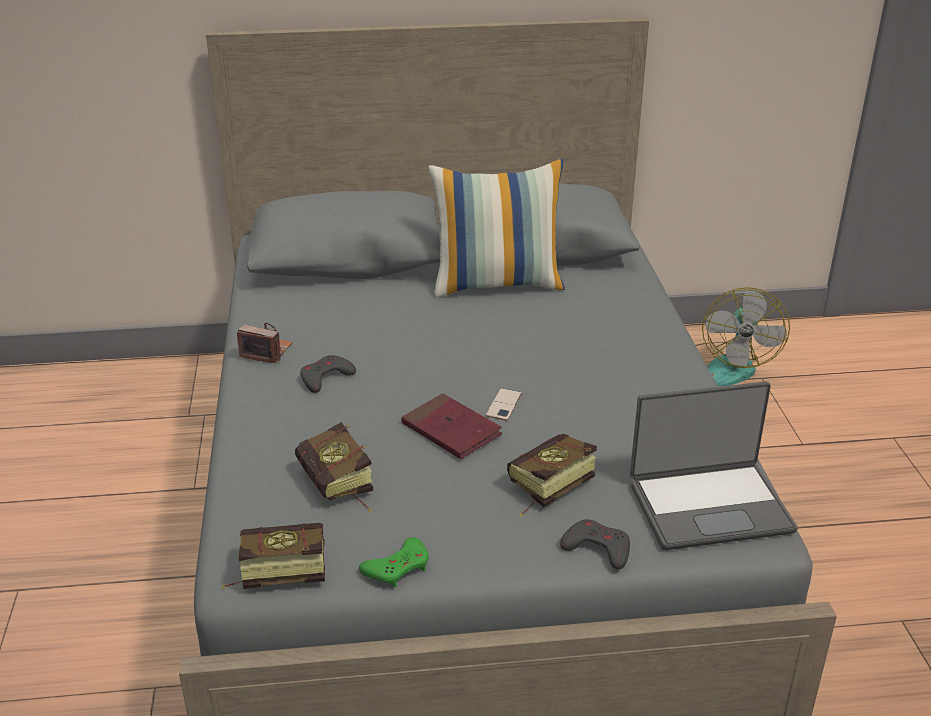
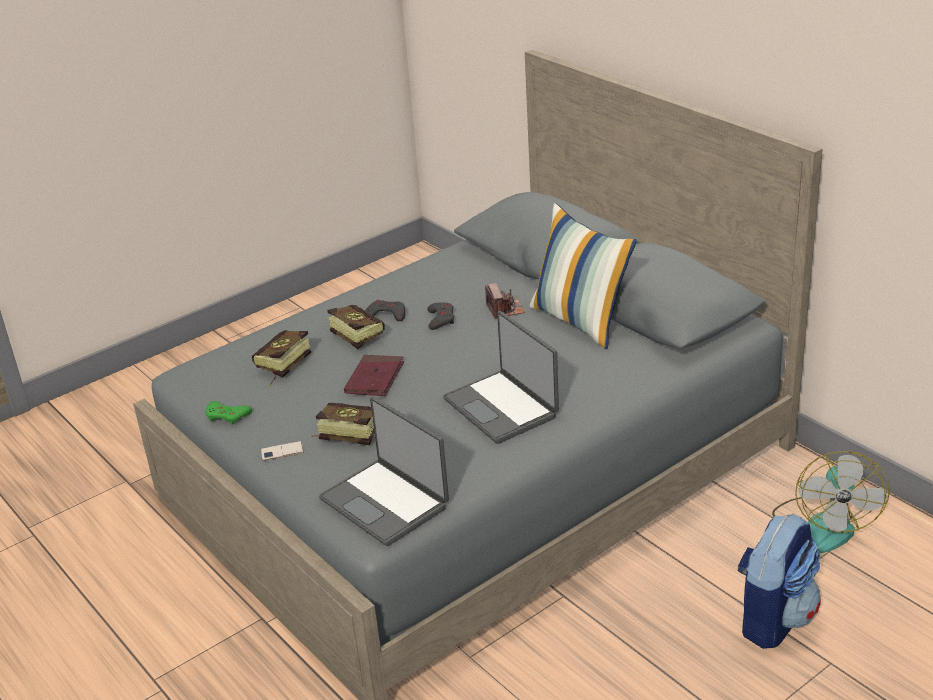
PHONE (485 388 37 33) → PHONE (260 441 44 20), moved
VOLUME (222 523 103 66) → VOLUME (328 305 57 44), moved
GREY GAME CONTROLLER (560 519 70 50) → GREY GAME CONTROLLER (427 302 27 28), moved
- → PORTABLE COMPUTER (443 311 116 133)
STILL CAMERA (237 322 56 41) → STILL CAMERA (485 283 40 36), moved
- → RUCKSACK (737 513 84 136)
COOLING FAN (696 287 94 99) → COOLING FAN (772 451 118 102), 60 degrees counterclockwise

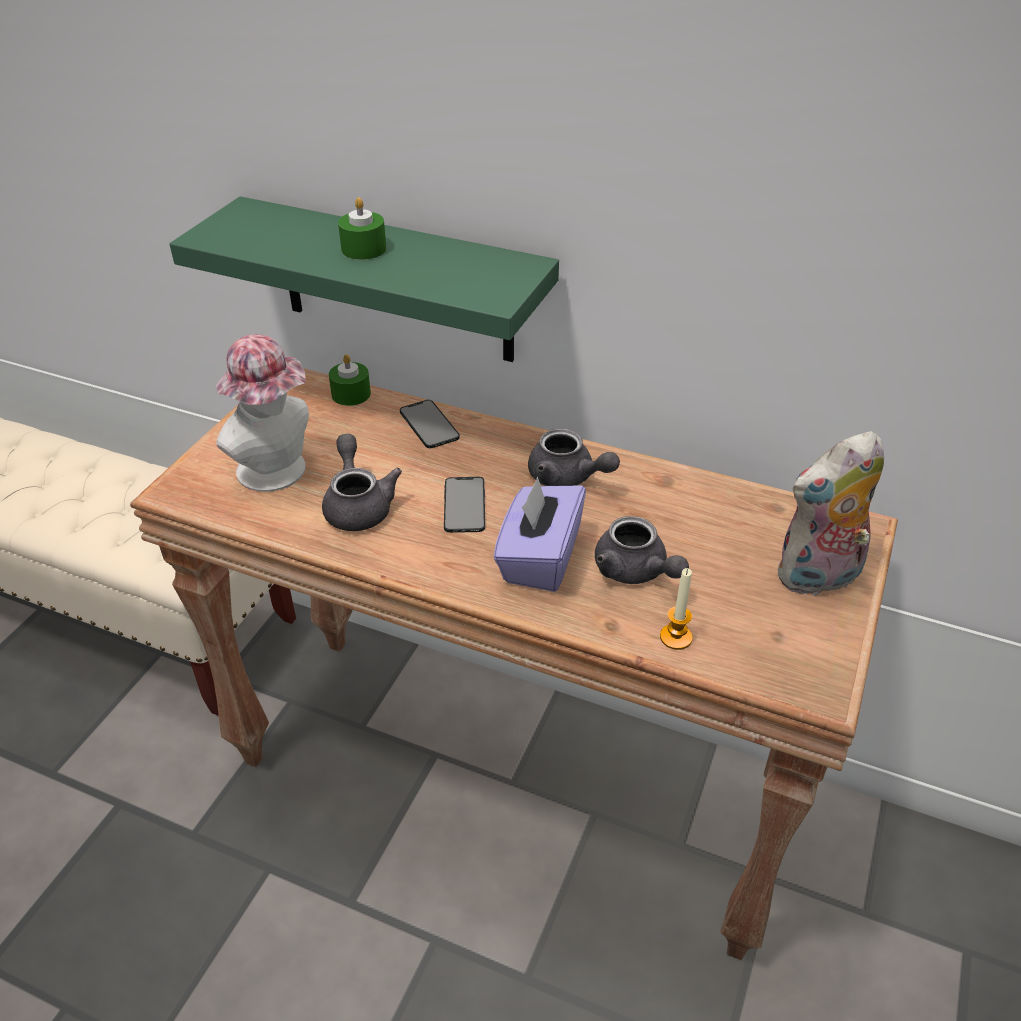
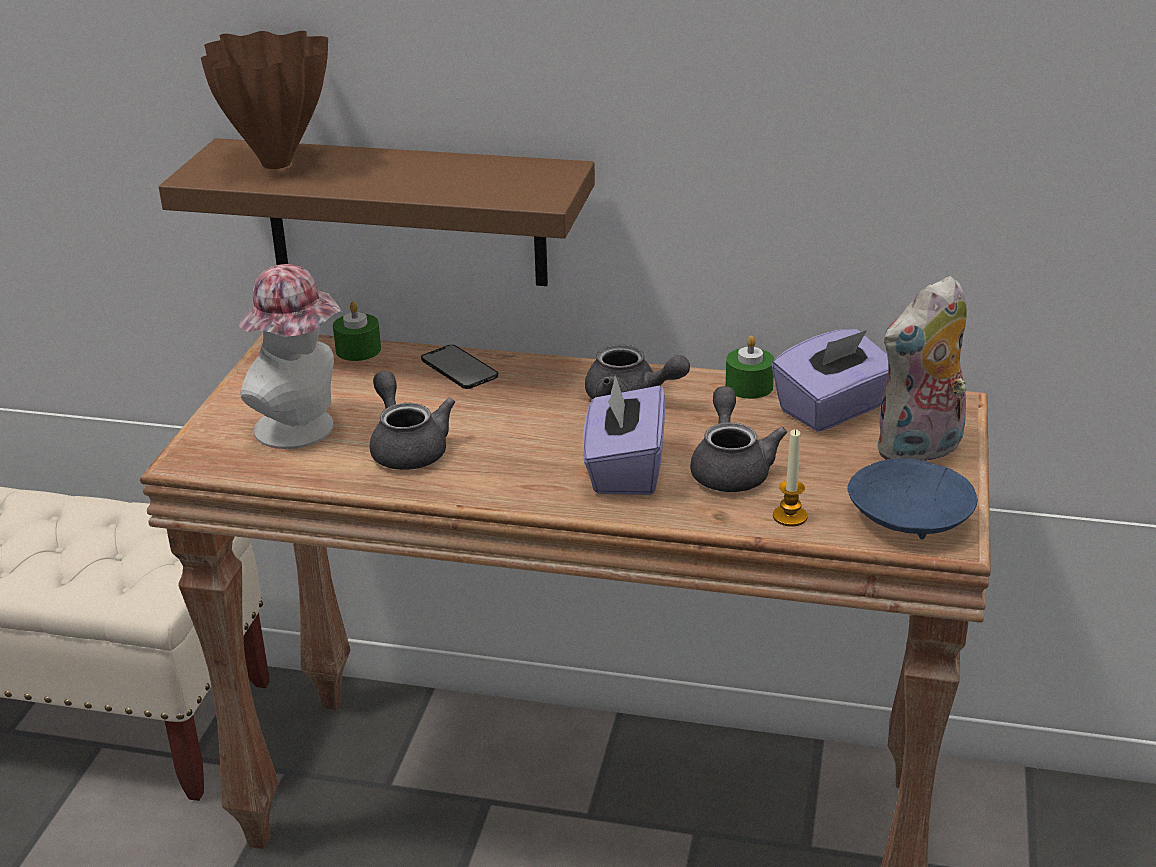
GREEN BRACKET SHELF (170 196 389 166) → BROWN BRACKET SHELF (159 138 436 148)
- → BROWN VASE (201 31 127 138)
GREY TEA POT (595 516 94 68) → GREY TEA POT (690 386 97 106), 135 degrees counterclockwise
GREEN WAX CANDLE (338 197 48 63) → GREEN WAX CANDLE (725 336 49 63), moved
- → PURPLE TISSUE BOX (772 329 117 103)
- → BLUE SERVING BOWL (848 459 130 81)
PHONE (444 477 41 56) → -

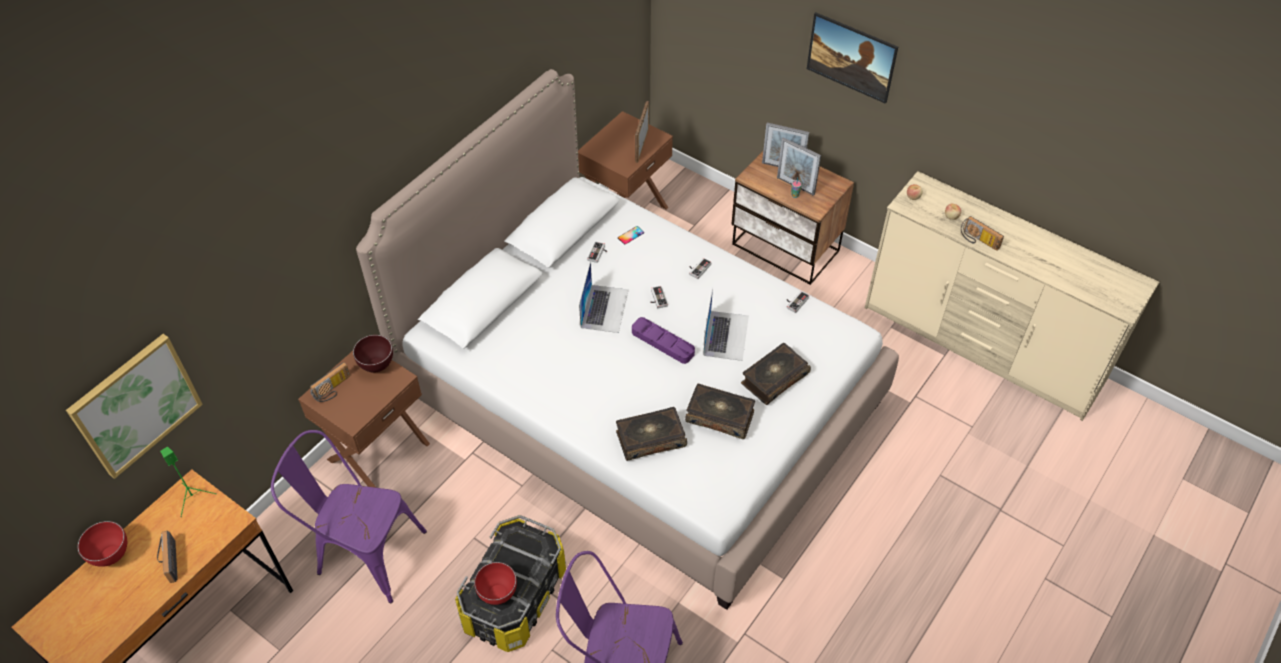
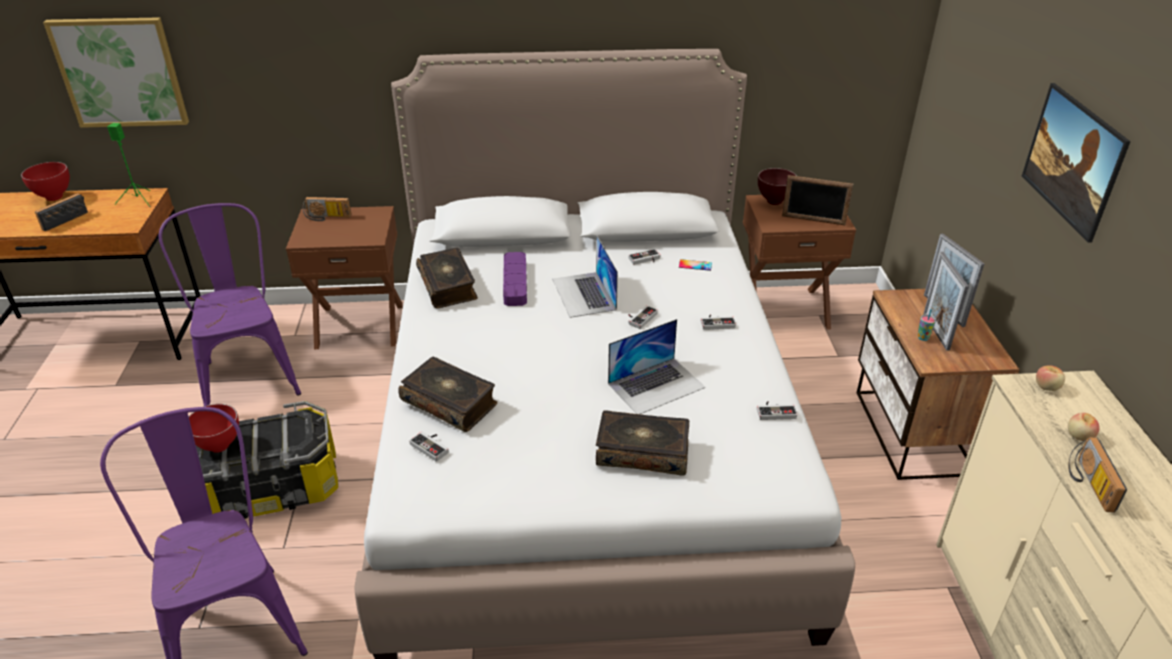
- → GAME CONTROLLER (409 432 40 30)
VOLUME (685 384 70 55) → VOLUME (416 248 62 60), moved
PURPLE SERVING TRAY (632 317 63 47) → PURPLE SERVING TRAY (503 252 24 54), moved
PORTABLE COMPUTER (579 261 49 72) → PORTABLE COMPUTER (552 236 66 82), 105 degrees clockwise
BROWN SERVING BOWL (353 335 40 37) → BROWN SERVING BOWL (758 168 39 37), moved
PICTURE FRAME (635 101 14 62) → PICTURE FRAME (782 175 71 50), 135 degrees counterclockwise

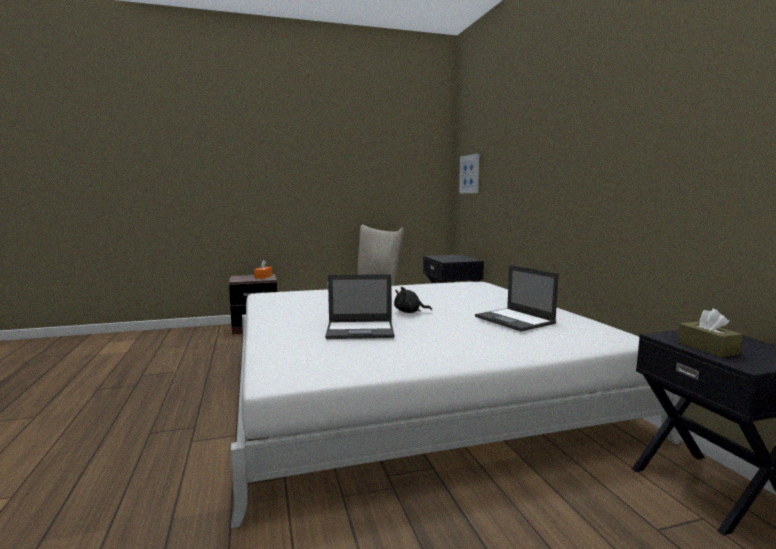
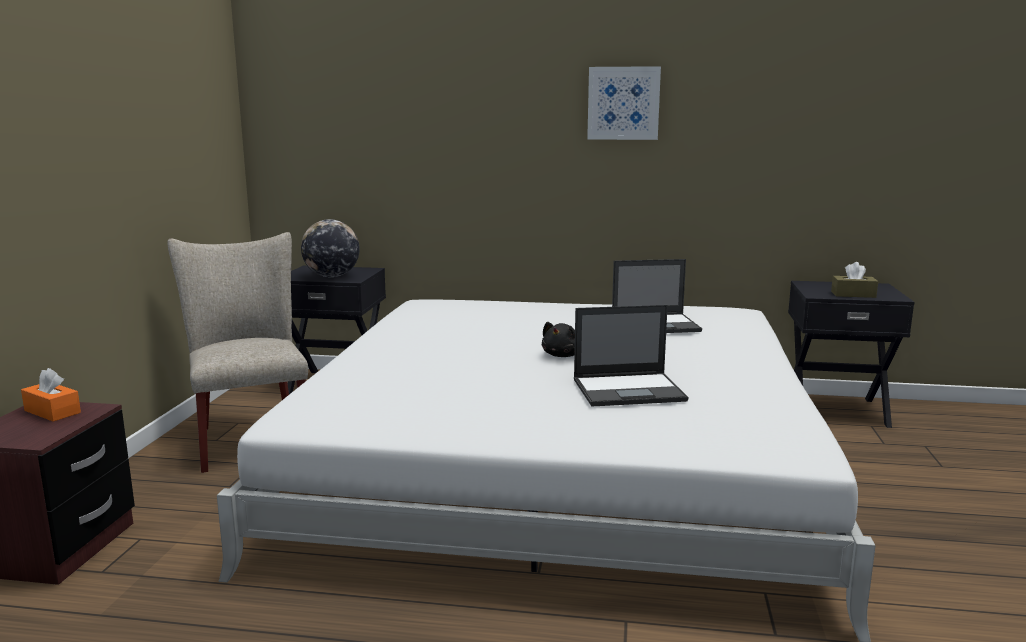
- → GLOBE (301 219 59 58)
PORTABLE COMPUTER (325 274 69 65) → PORTABLE COMPUTER (574 305 114 101), 60 degrees clockwise
PICTURE (459 154 20 39) → PICTURE (587 66 74 74), moved

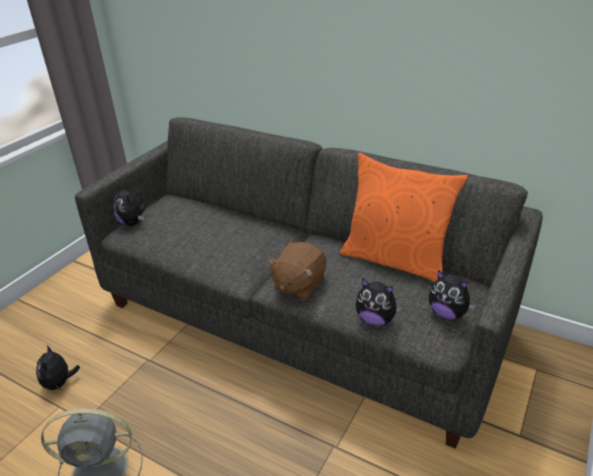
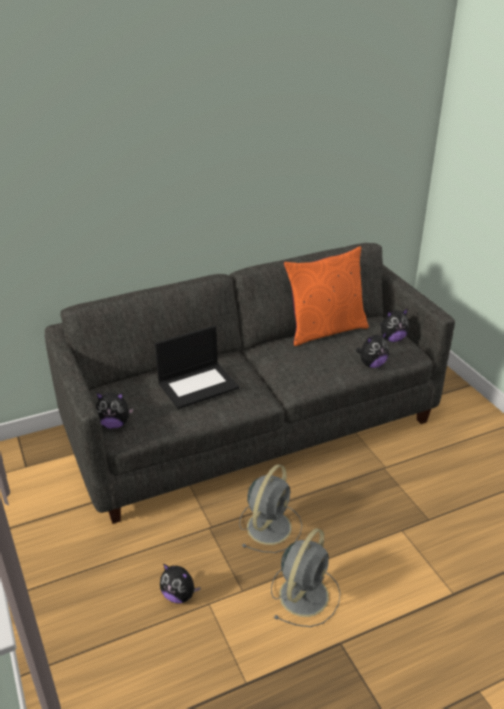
- → PORTABLE COMPUTER (155 325 84 84)
- → GREY COOLING FAN (239 464 63 89)
BROWN SOFT TOY (268 242 59 58) → -

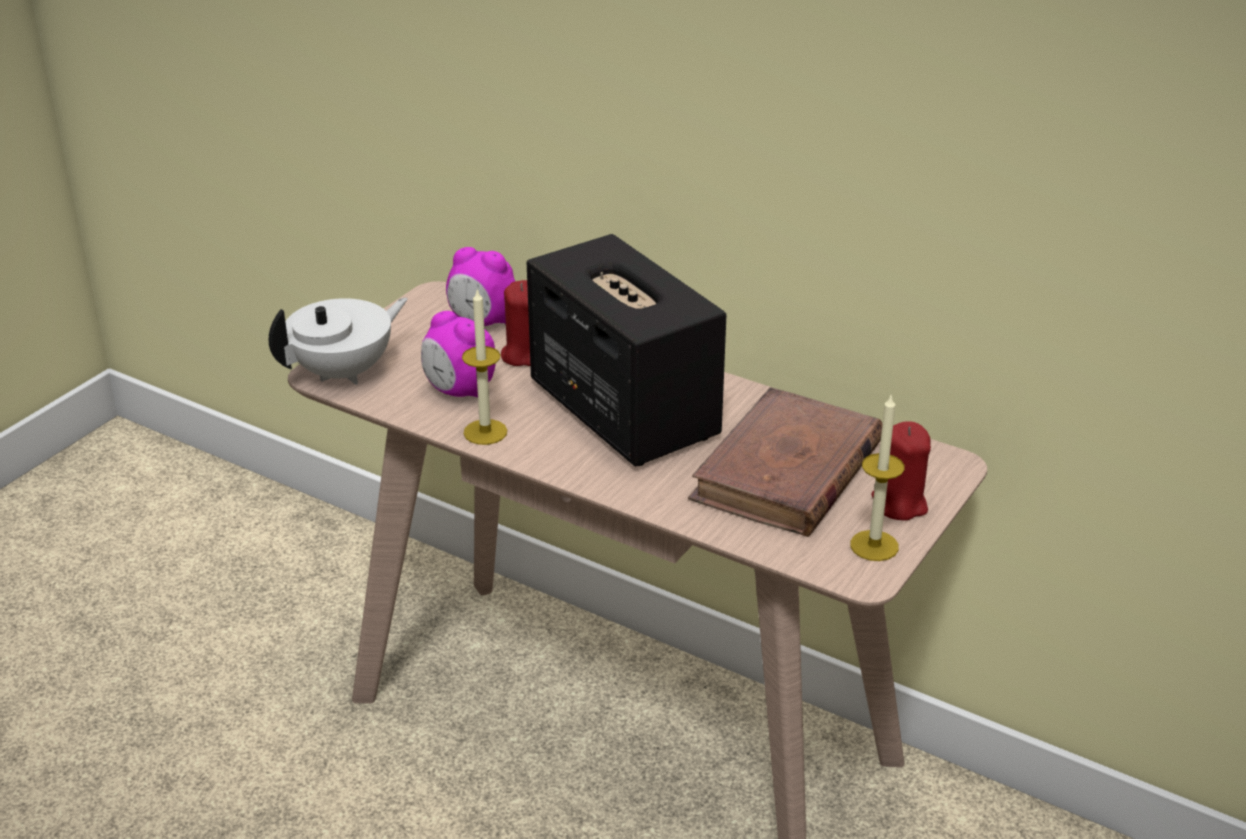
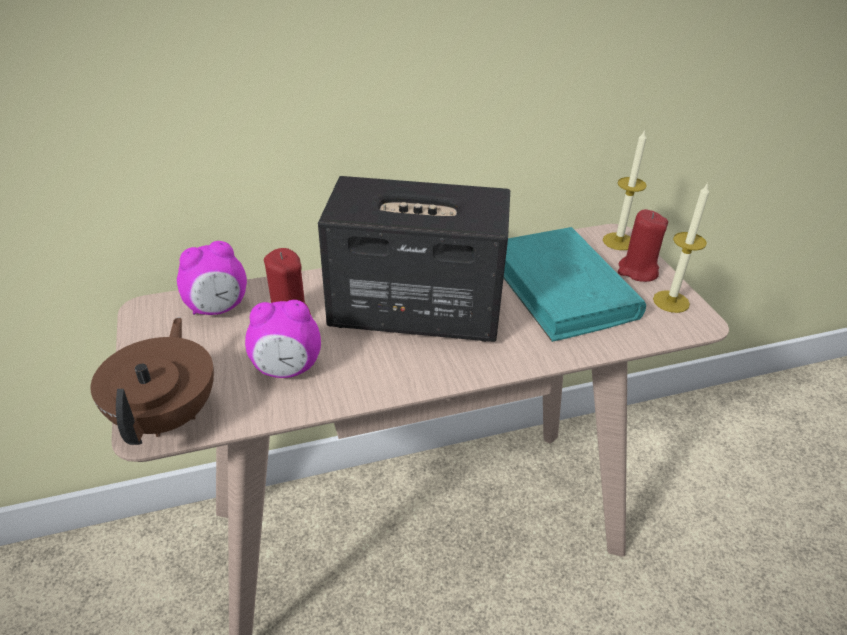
WHITE TEA POT (269 298 139 87) → BROWN TEA POT (91 317 123 128)
BROWN VOLUME (688 387 194 150) → TURQUOISE-COLOURED VOLUME (504 227 142 115)
WAX CANDLE (462 289 45 156) → WAX CANDLE (603 129 44 121), moved

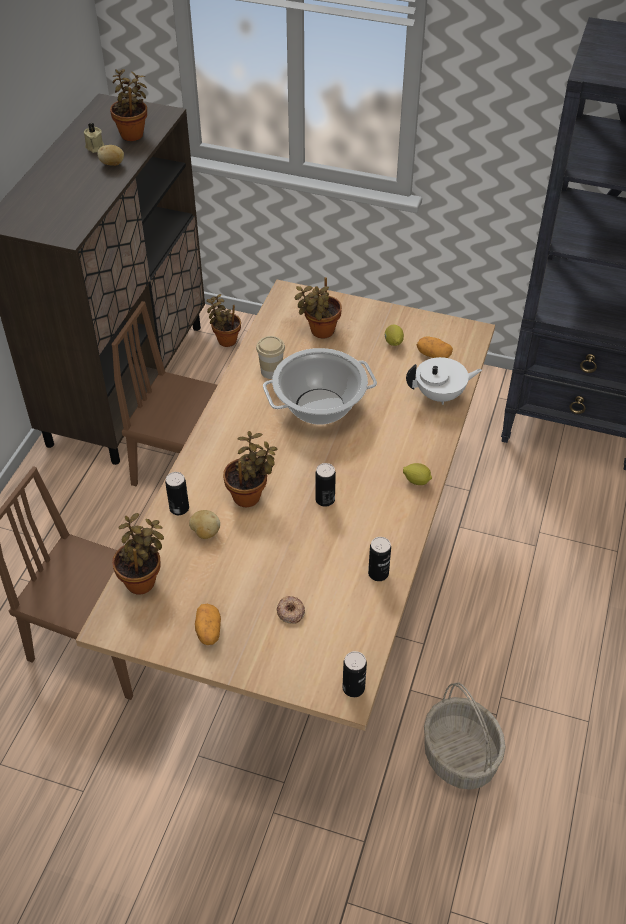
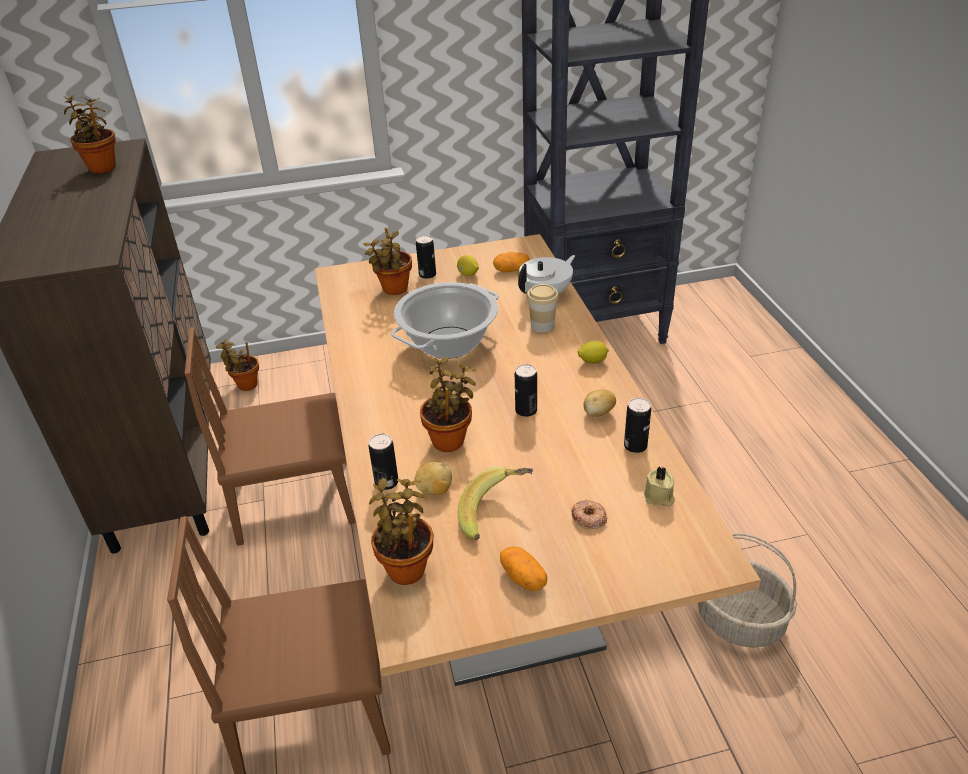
METAL CAN (343 651 24 46) → METAL CAN (416 235 20 44), moved
- → WHOLE BANANA (458 466 75 74)
DRINKING CUP (256 336 29 43) → DRINKING CUP (527 284 32 49), moved
WHOLE POTATO (97 145 27 21) → WHOLE POTATO (584 389 32 28), moved
BEIGE WAX CANDLE (84 123 21 30) → BEIGE WAX CANDLE (644 467 31 40), moved

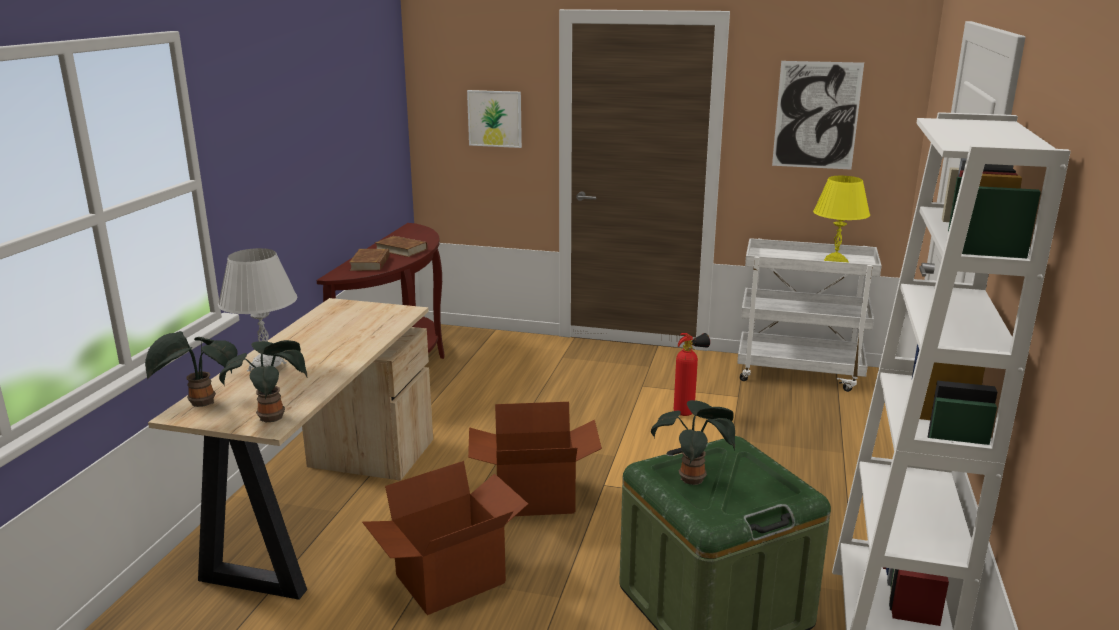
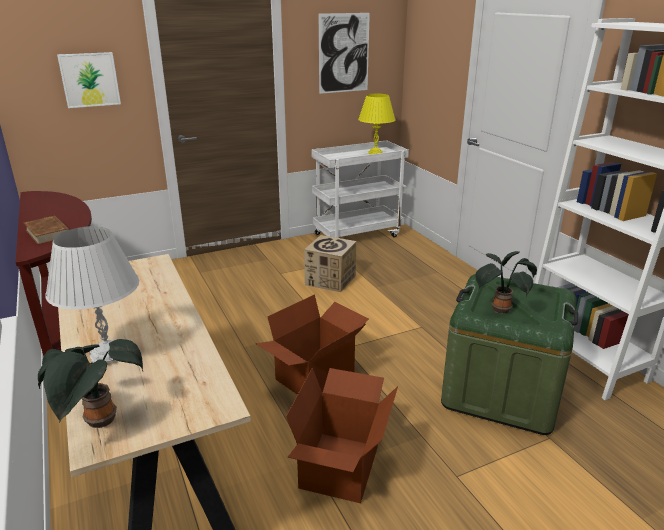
EXTINGUISHER (674 333 36 83) → PACKING BOX (304 235 52 57)
HOUSEPLANT (219 340 88 82) → -
BROWN VOLUME (375 236 52 21) → -

